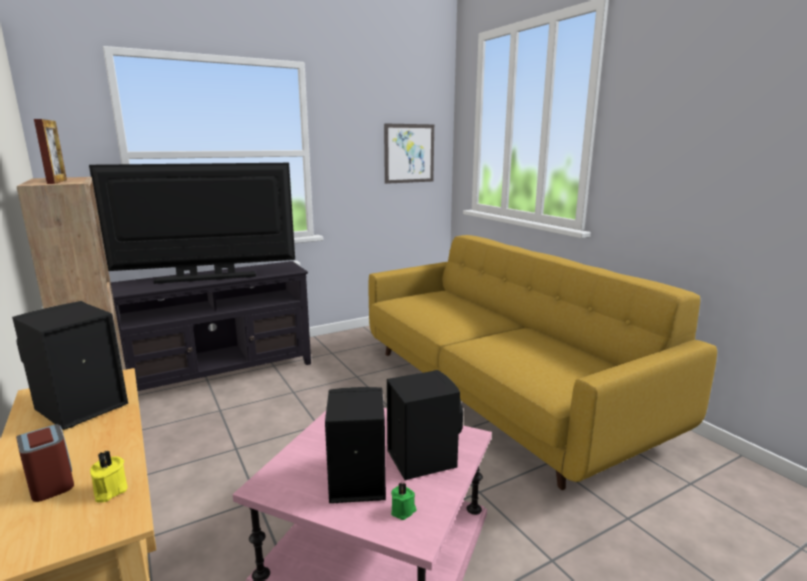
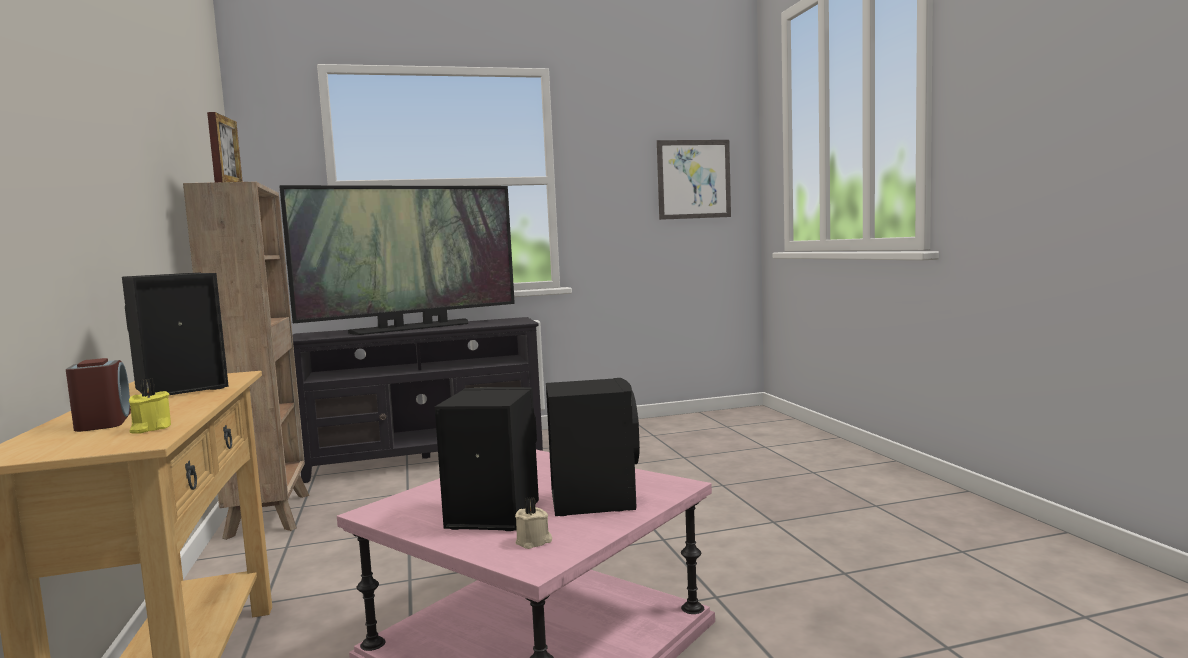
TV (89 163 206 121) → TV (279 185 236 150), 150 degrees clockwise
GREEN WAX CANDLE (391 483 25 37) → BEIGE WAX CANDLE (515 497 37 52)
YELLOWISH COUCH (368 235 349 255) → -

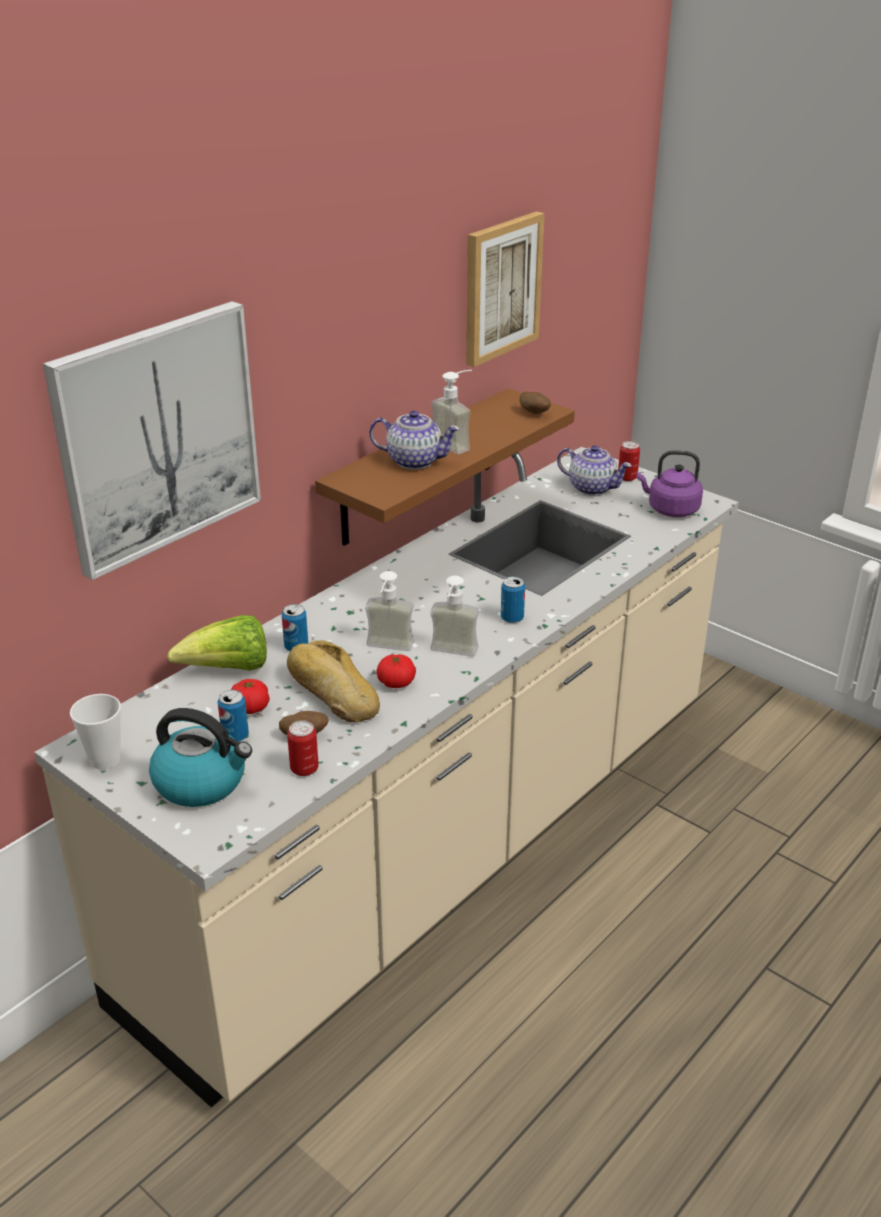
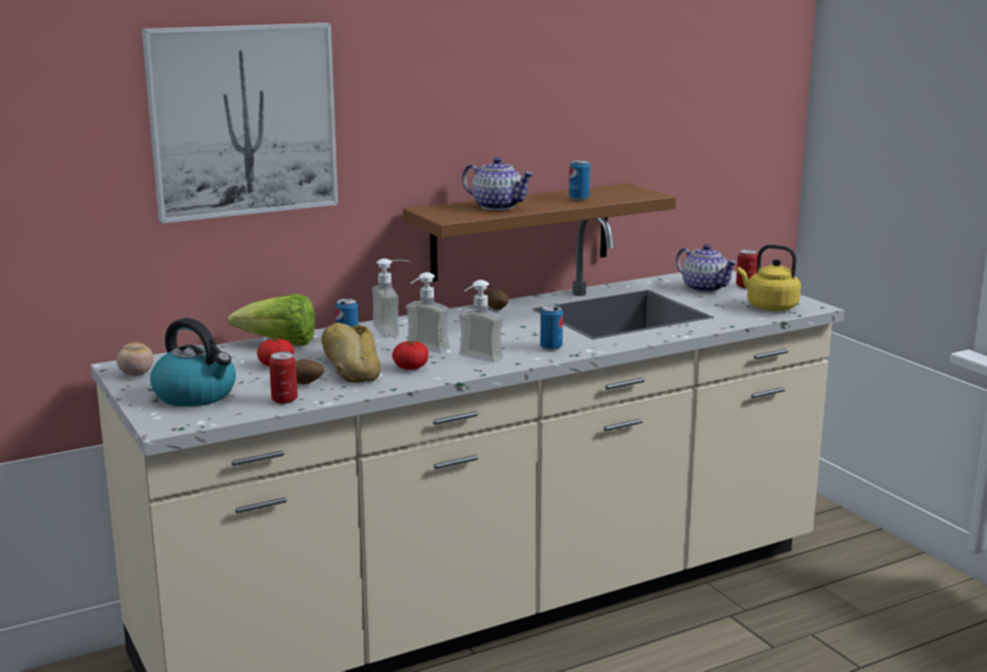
DRINKING CUP (70 694 51 76) → WHOLE TOMATO (116 342 38 34)
LIQUID SOAP BOTTLE (431 370 41 84) → LIQUID SOAP BOTTLE (372 258 38 80), moved
WHOLE POTATO (519 392 32 22) → WHOLE POTATO (486 289 23 21), moved
METAL CAN (218 690 31 52) → METAL CAN (569 160 21 41), moved
PURPLE WATER KETTLE (637 450 66 67) → YELLOWISH WATER KETTLE (738 244 63 67)
PICTURE (466 211 79 156) → -

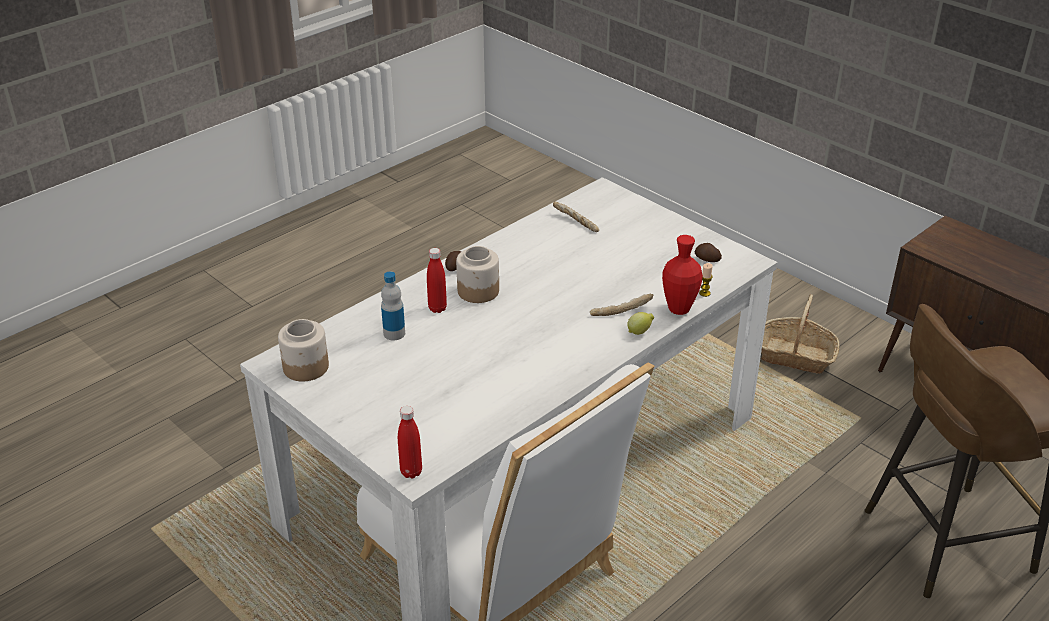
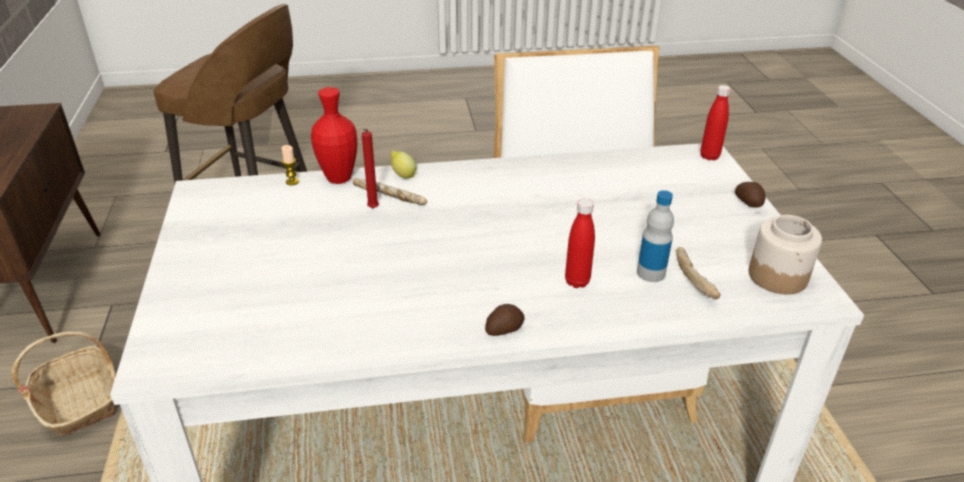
- → RED-COLOURED WAX CANDLE (362 129 17 80)
BAKERY BREAD (553 202 46 30) → BAKERY BREAD (676 247 45 52), moved
WHOLE POTATO (695 243 27 19) → WHOLE POTATO (735 182 31 26), moved
PRESERVE JAR (456 246 43 57) → -

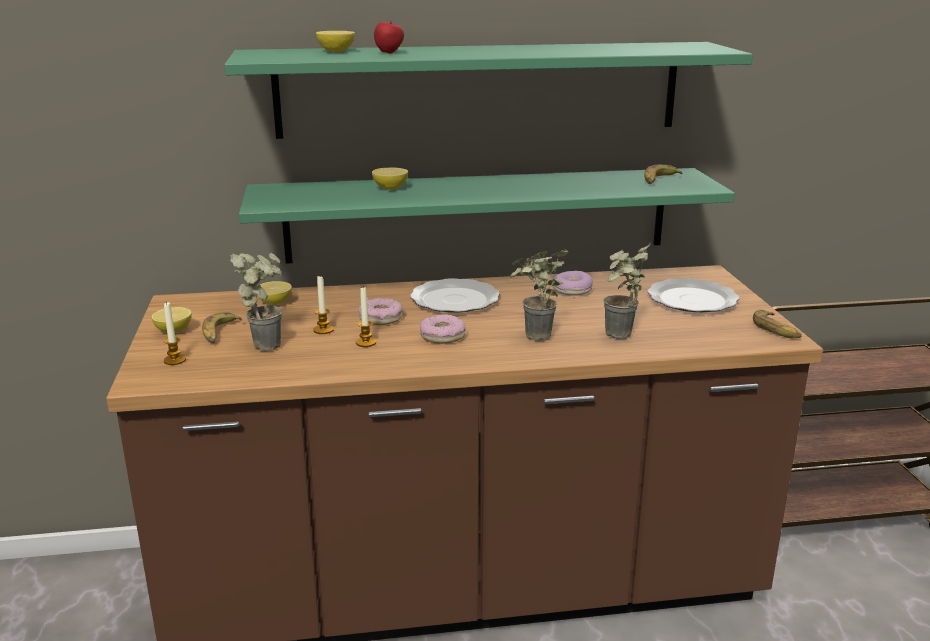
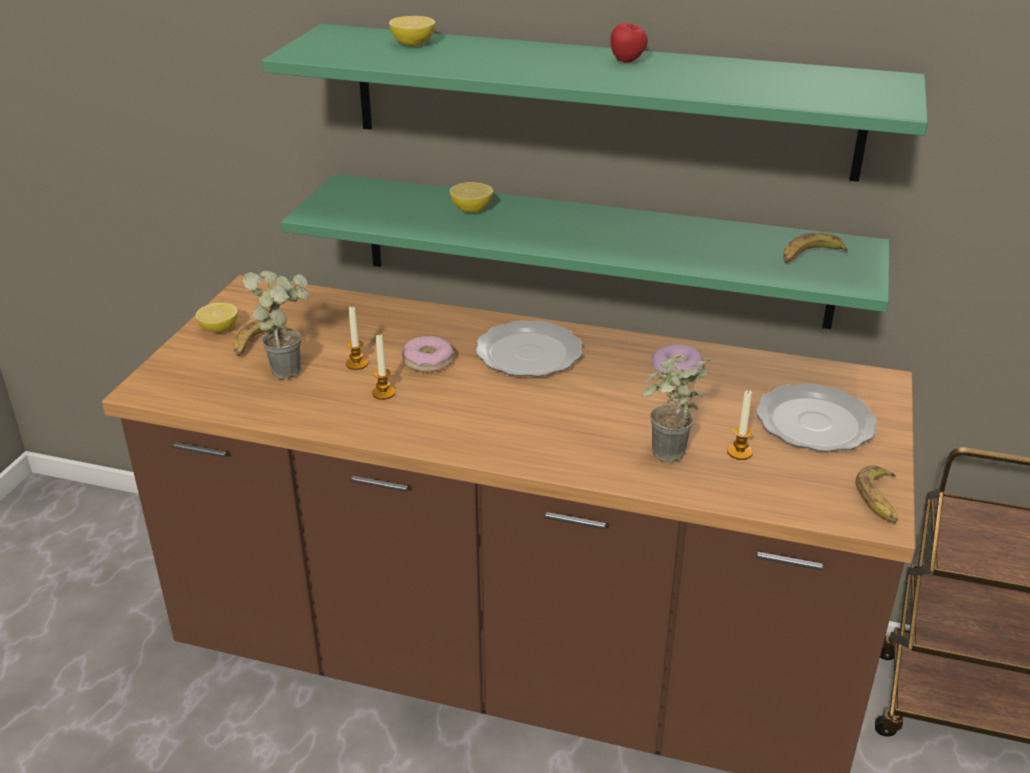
WHOLE APPLE (374 21 30 33) → WHOLE APPLE (610 23 38 40), moved
WAX CANDLE (164 301 22 64) → WAX CANDLE (727 390 26 70), moved
CITRUS FRUIT (258 281 34 24) → -
RING DOUGHNUT (420 314 46 30) → -
HOUSEPLANT (510 249 58 92) → -

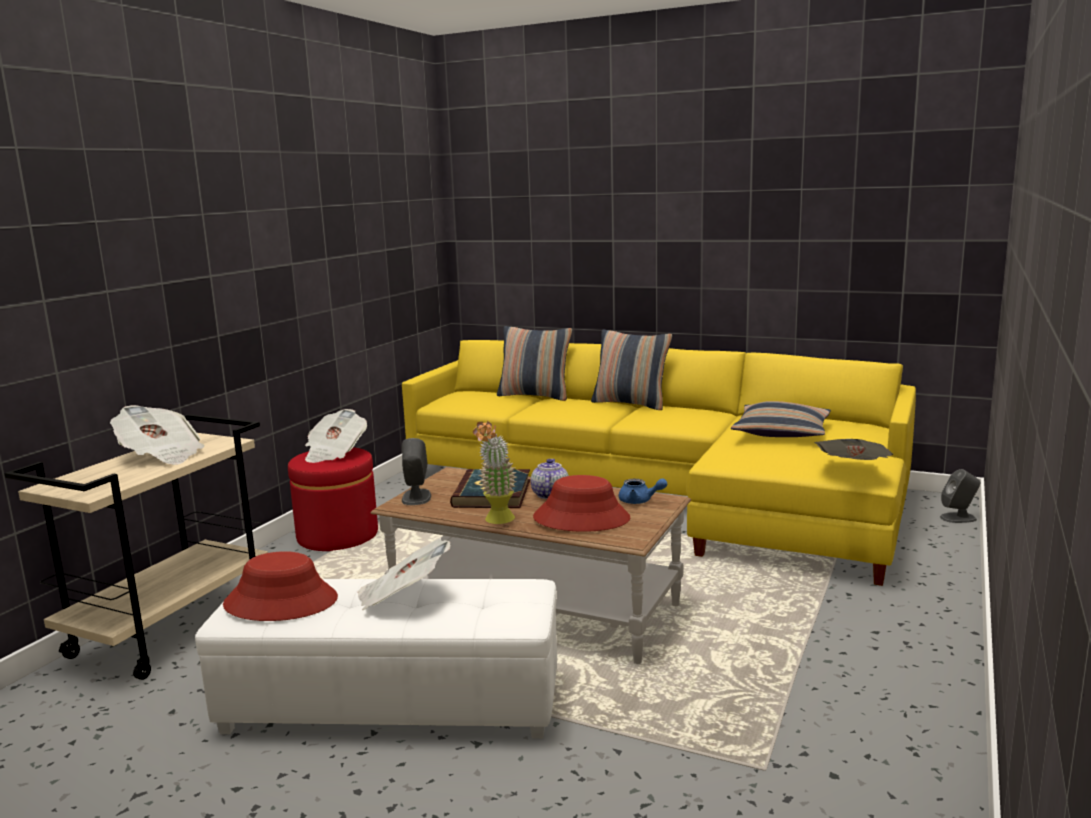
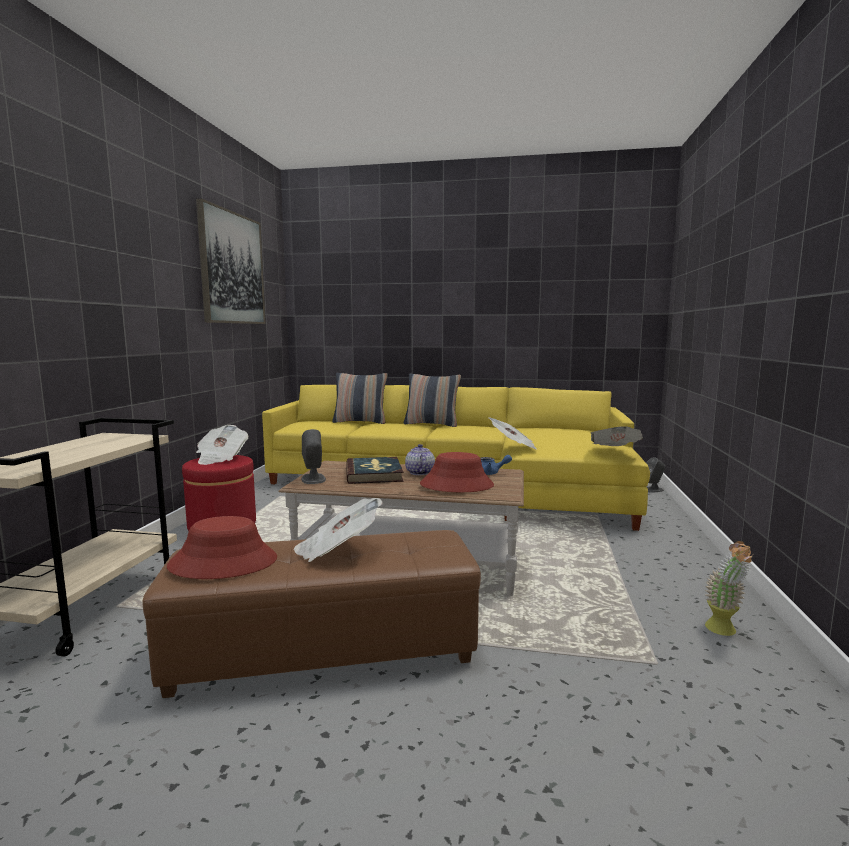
WHITE FOOTREST (195 579 362 160) → BROWN FOOTREST (142 530 339 168)
- → PICTURE (196 199 70 125)
DAILY PAPER (110 405 94 60) → DAILY PAPER (488 417 49 32), moved
HOUSEPLANT (473 420 44 104) → HOUSEPLANT (705 541 48 95), moved
CUSHION (731 401 100 36) → -

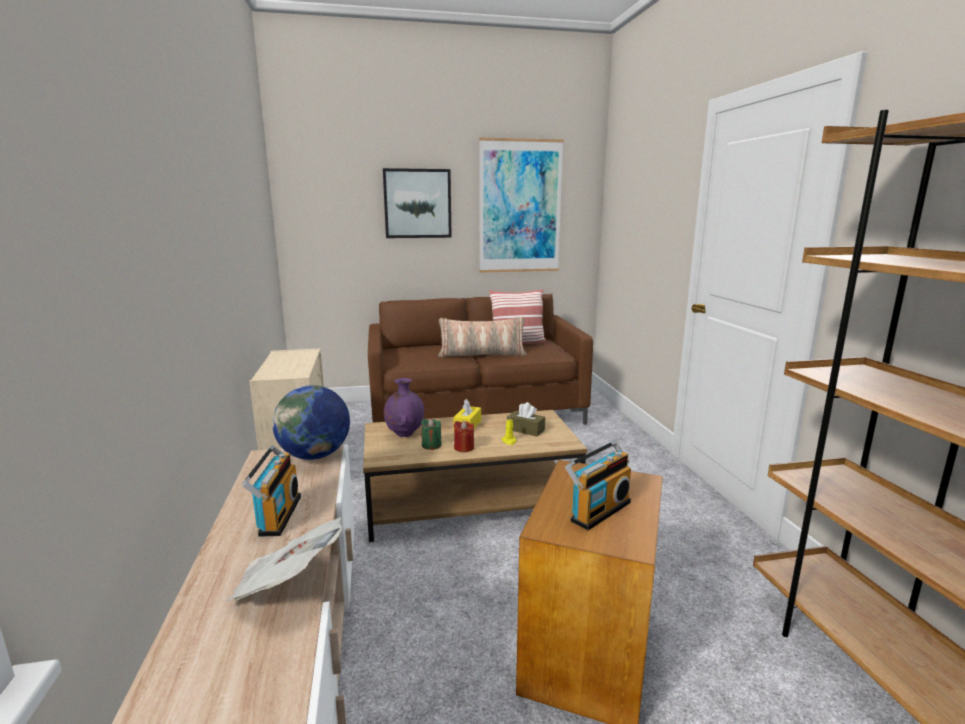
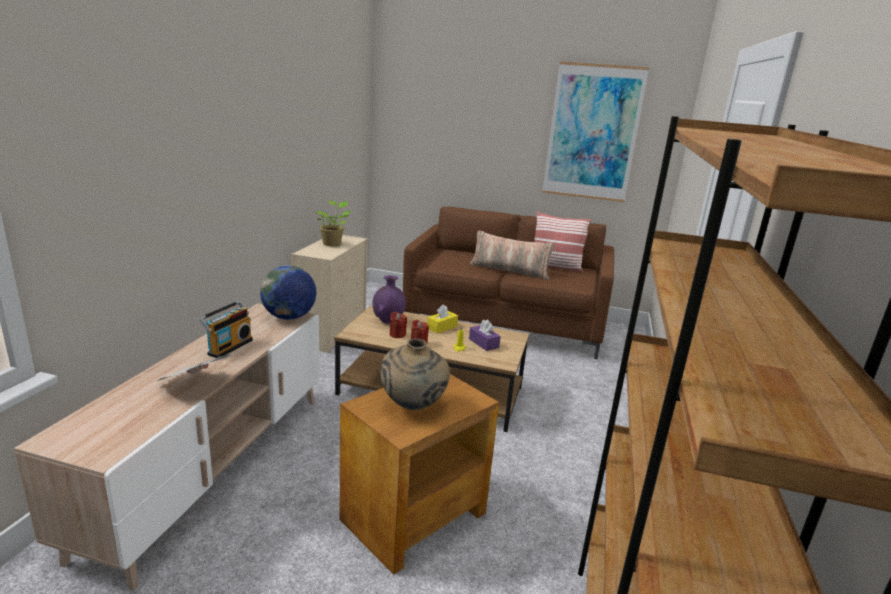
- → HOUSEPLANT (314 201 37 45)
RADIO SET (565 441 66 89) → BEIGE VASE (380 338 70 72)
GREEN WAX CANDLE (421 418 21 32) → RED-COLOURED WAX CANDLE (390 312 17 26)
BROWN TISSUE BOX (507 402 38 34) → PURPLE TISSUE BOX (469 320 32 31)
PICTURE (383 168 69 70) → -

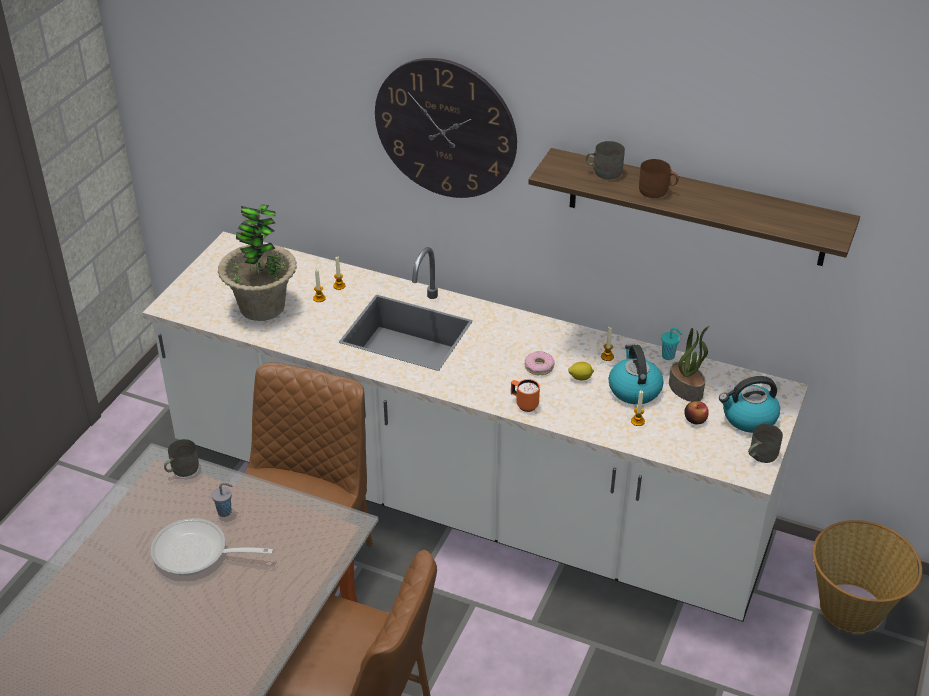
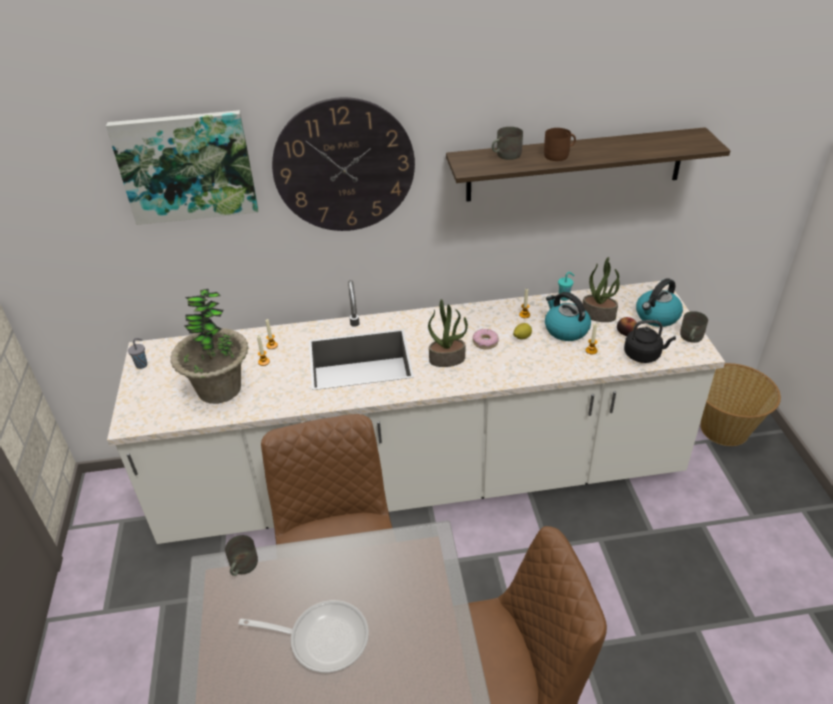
- → PICTURE (106 110 152 115)
GREY DRINKING CUP (212 482 21 35) → GREY DRINKING CUP (128 338 19 31), moved
PAN (151 518 122 58) → PAN (238 600 131 73), 150 degrees counterclockwise
- → HOUSEPLANT (428 299 40 68)
- → BLACK WATER KETTLE (624 320 52 43)
ORANGE-COLOURED COFFEE MUG (511 379 29 33) → -

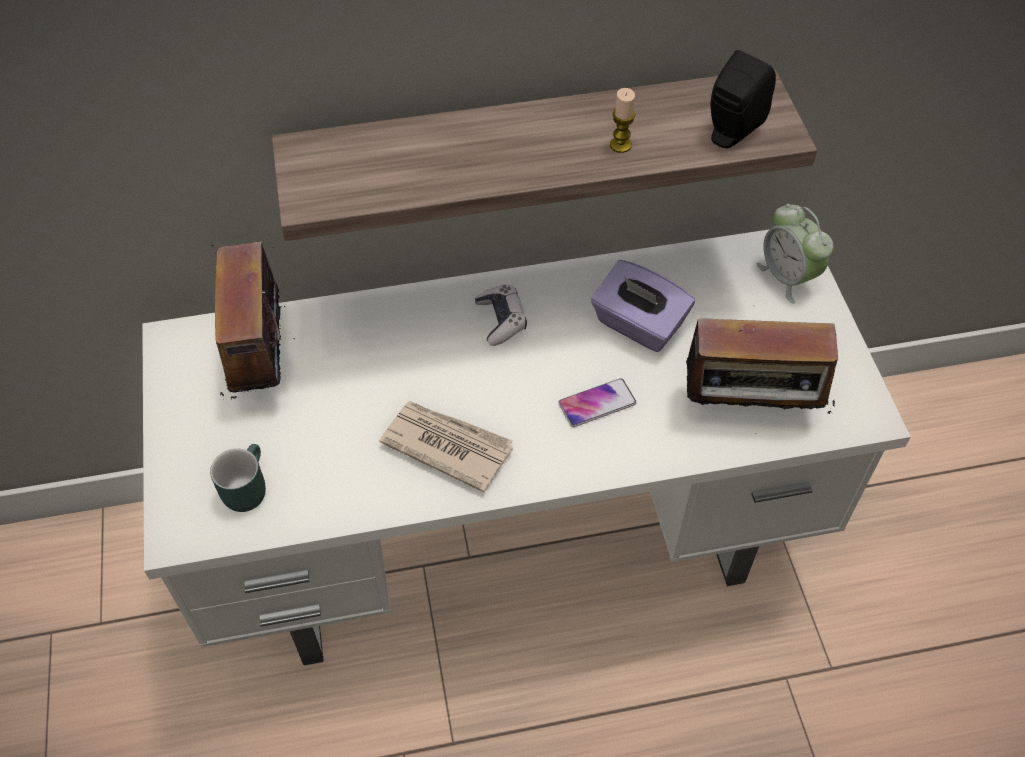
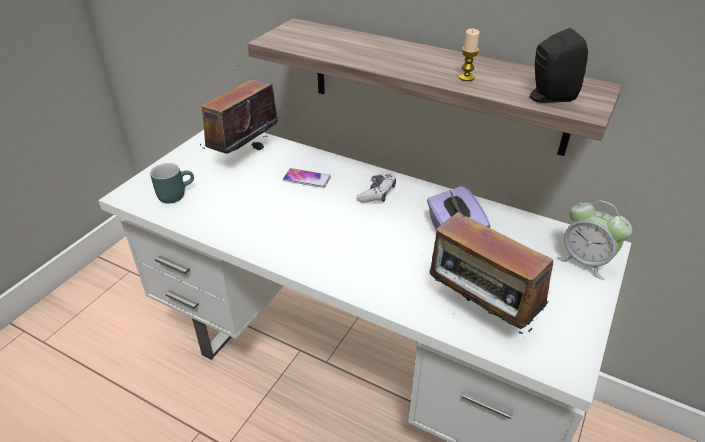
PHONE (558 378 78 49) → PHONE (283 168 48 20), moved
TABLE CLOCK (757 204 76 100) → TABLE CLOCK (557 201 75 79), 60 degrees counterclockwise
DAILY PAPER (379 401 134 91) → -

